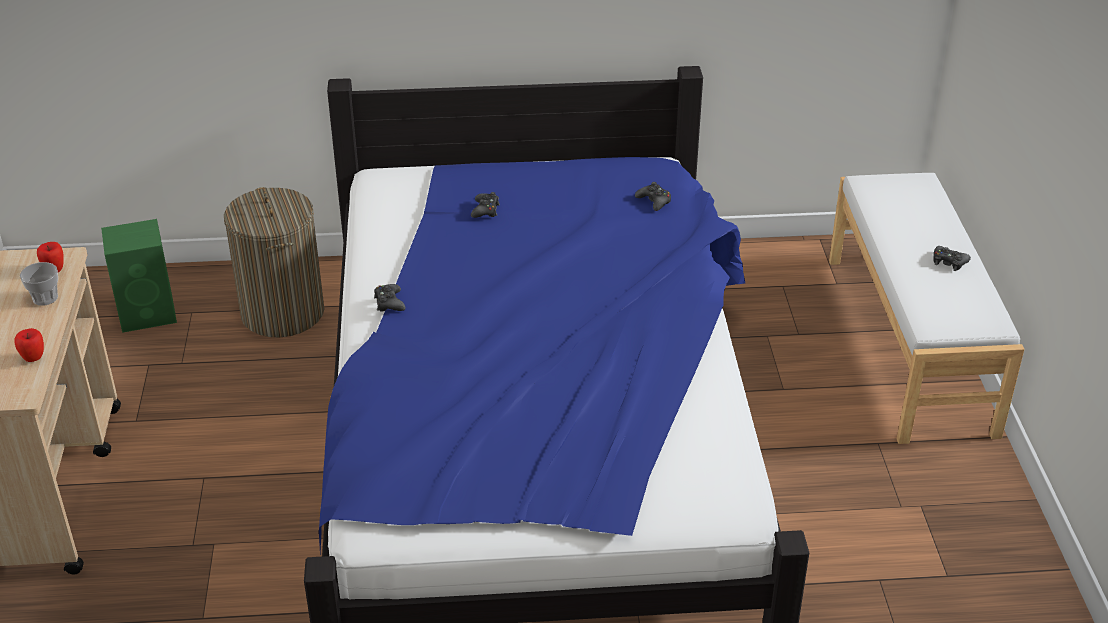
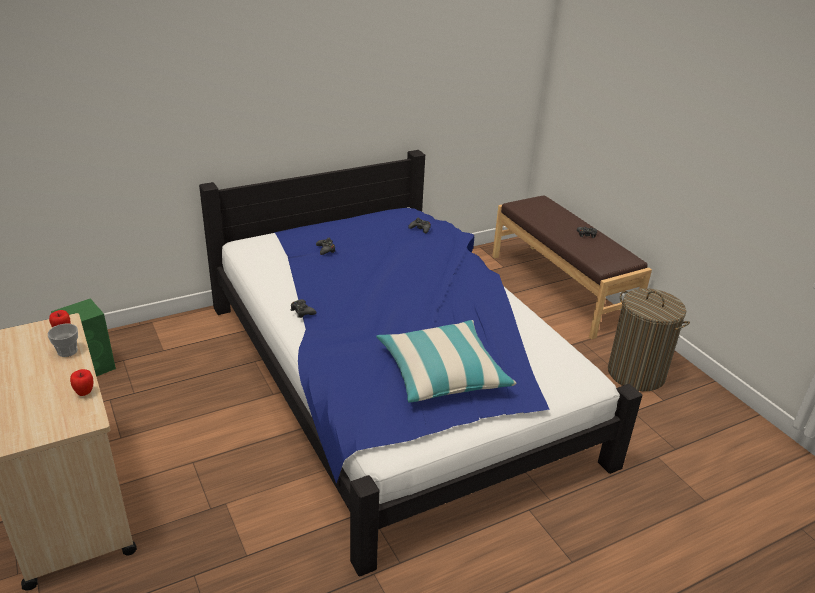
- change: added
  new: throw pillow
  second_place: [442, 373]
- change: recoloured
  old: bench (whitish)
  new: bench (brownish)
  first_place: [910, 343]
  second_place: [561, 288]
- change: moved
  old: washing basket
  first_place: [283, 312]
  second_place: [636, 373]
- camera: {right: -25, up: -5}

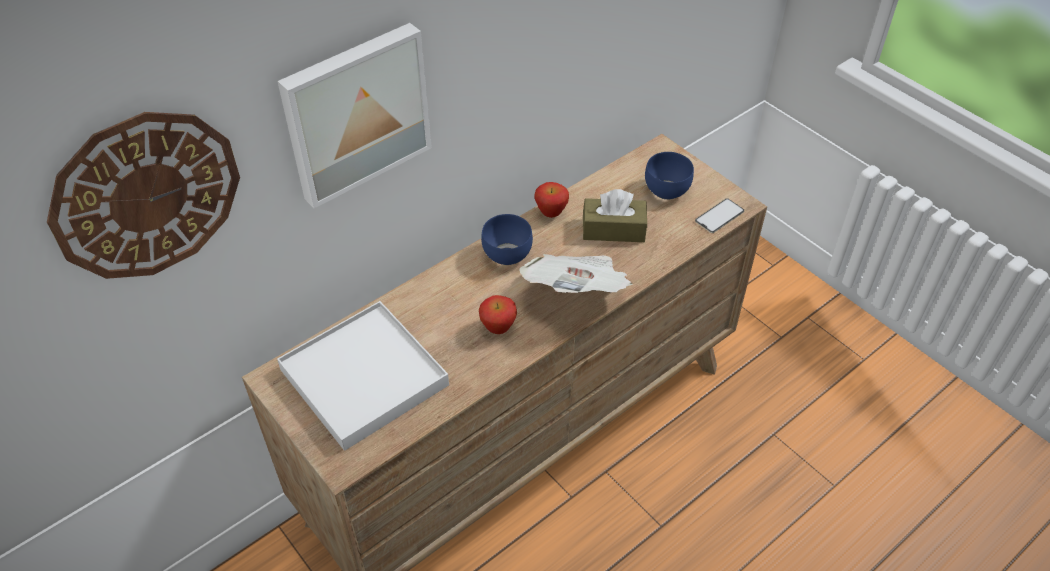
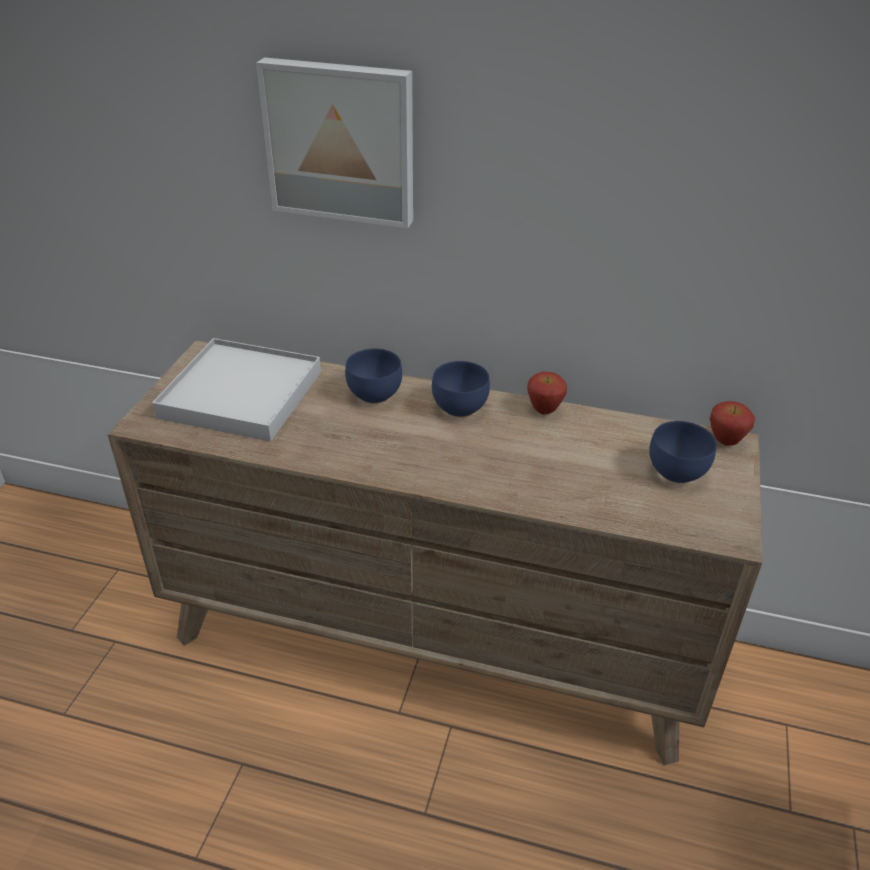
- change: added
  new: serving bowl (blue-coloured)
  second_place: [376, 395]
- change: moved
  old: apple
  first_place: [498, 329]
  second_place: [725, 442]
- change: removed
  old: clock on the wall
  first_place: [147, 196]
- change: removed
  old: daily paper
  first_place: [577, 292]
- change: removed
  old: tissue box (brownish)
  first_place: [613, 230]
- change: removed
  old: handset
  first_place: [719, 216]
- camera: {right: 55, up: -10}

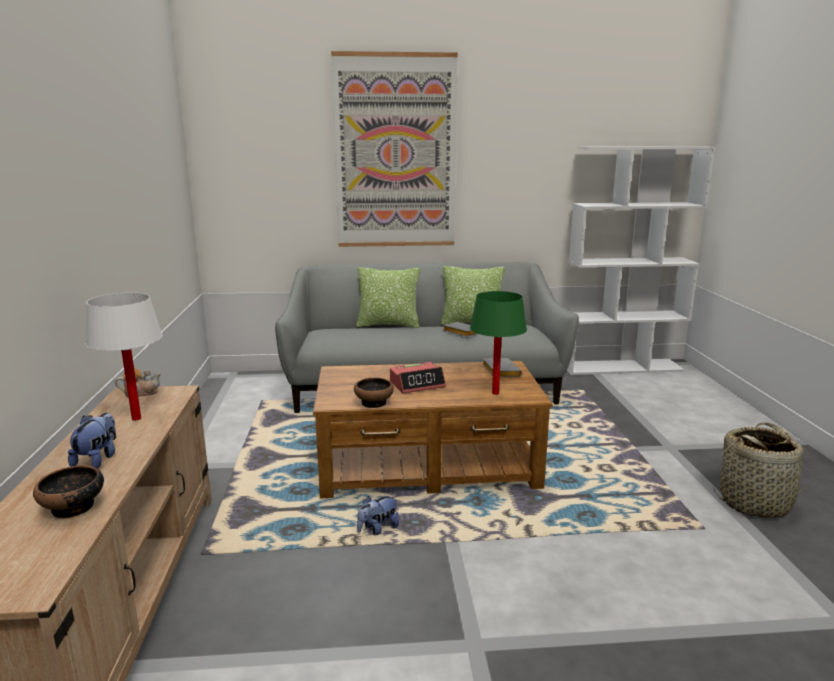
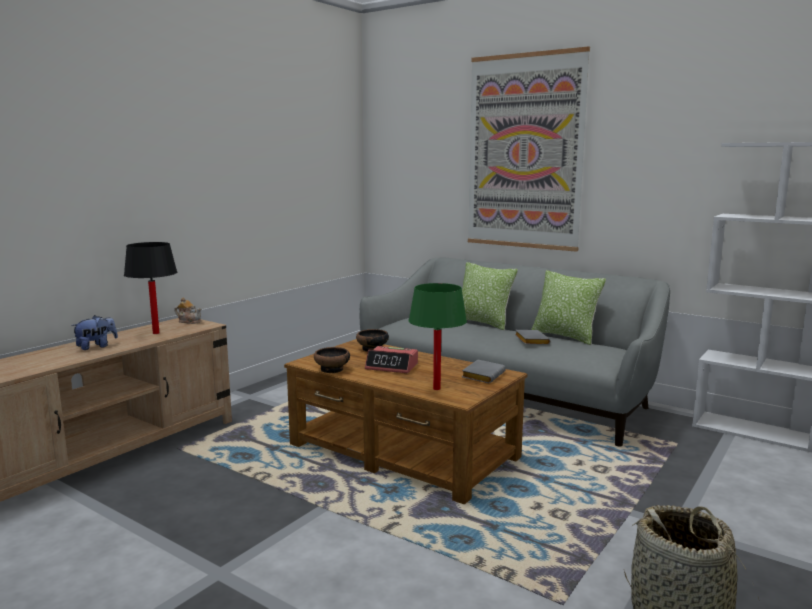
- change: recoloured
  old: lamp for a table (whitish)
  new: lamp for a table (blackish)
  first_place: [136, 418]
  second_place: [156, 333]
- change: moved
  old: serving bowl
  first_place: [73, 507]
  second_place: [372, 349]
- change: removed
  old: soft toy
  first_place: [378, 529]
- camera: {right: 40, up: -5}

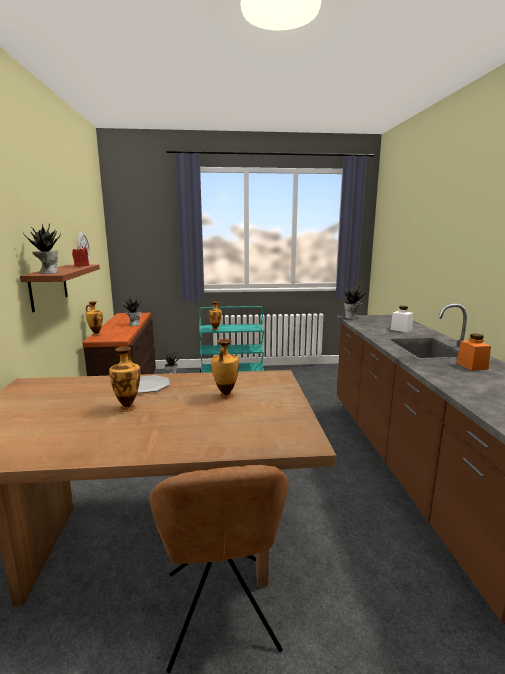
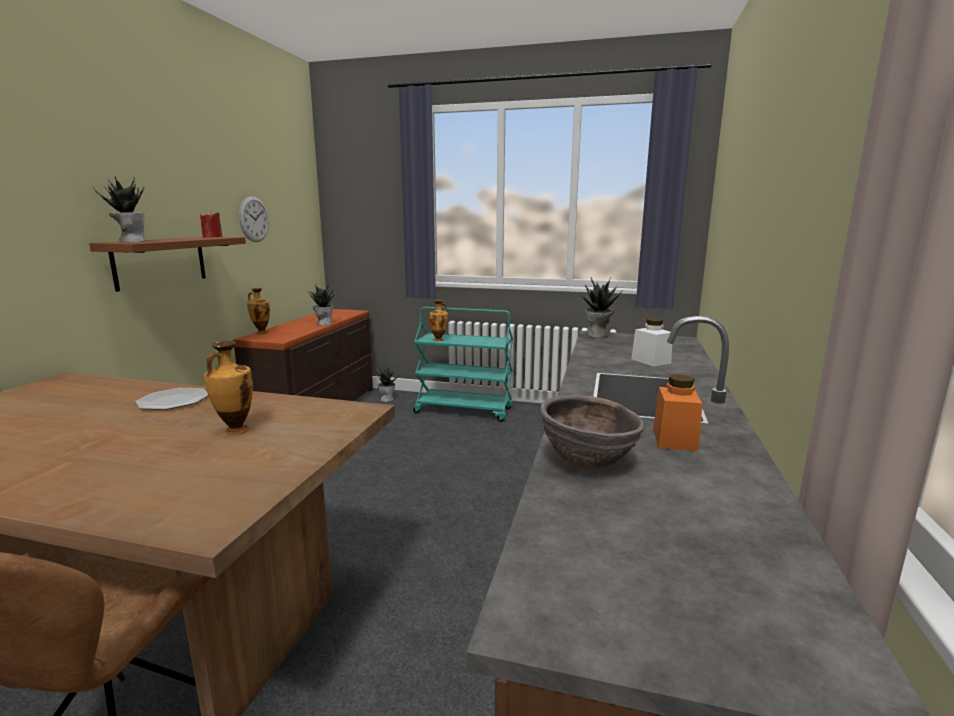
- change: added
  new: serving bowl (brownish)
  second_place: [588, 465]
- change: removed
  old: vase
  first_place: [128, 407]
- camera: {right: 20, up: 0}

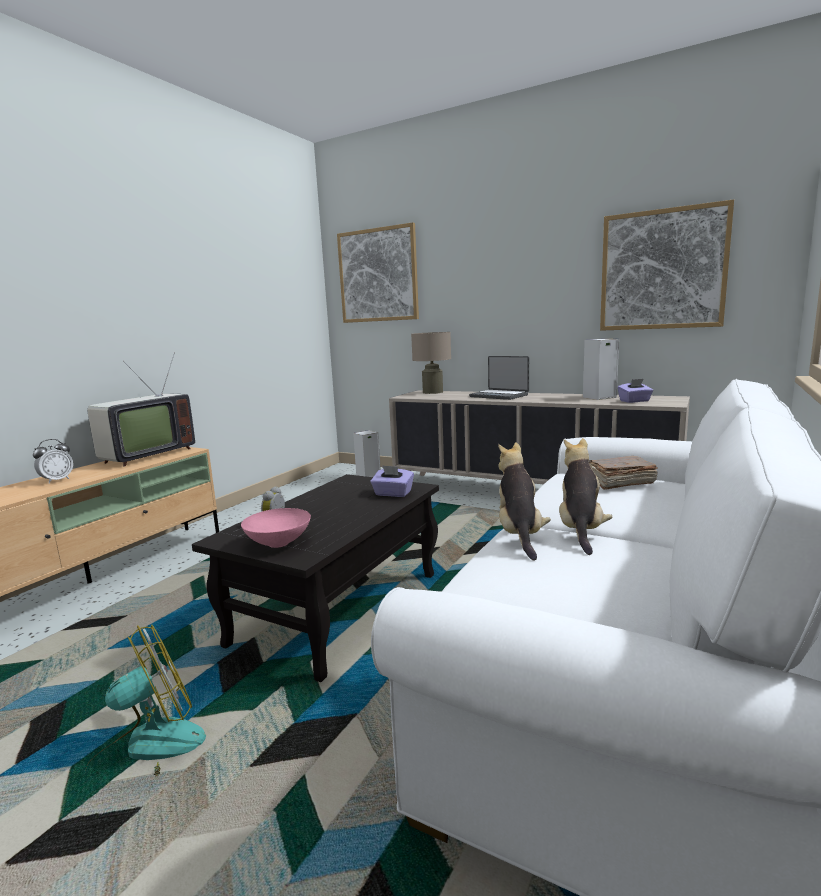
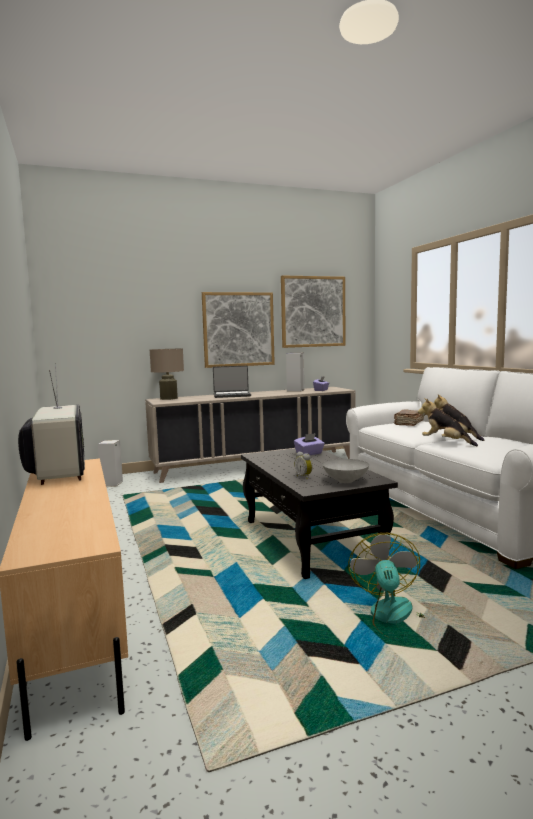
- change: moved
  old: wall picture
  first_place: [378, 275]
  second_place: [238, 329]
- change: recoloured
  old: serving bowl (pink)
  new: serving bowl (gray)
  first_place: [277, 543]
  second_place: [345, 481]
- change: removed
  old: bedside clock
  first_place: [57, 480]
- camera: {right: -50, up: -5}

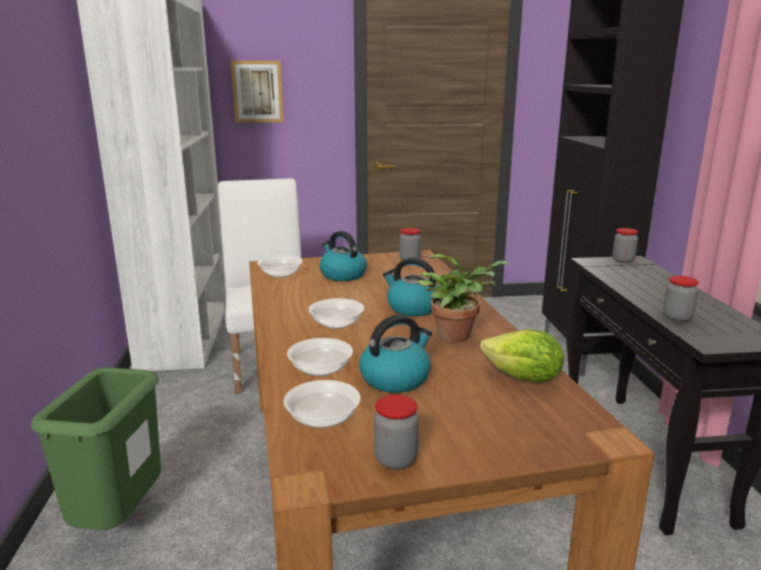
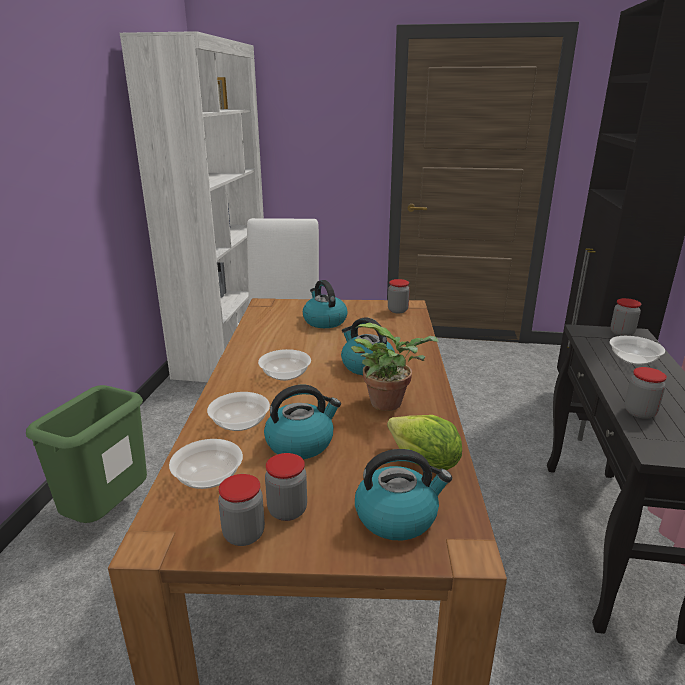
- change: added
  new: jar
  second_place: [287, 510]
- change: added
  new: kettle
  second_place: [397, 516]
- change: moved
  old: serving bowl
  first_place: [281, 274]
  second_place: [633, 360]
- change: removed
  old: wall picture
  first_place: [257, 91]
- camera: {right: 15, up: 5}

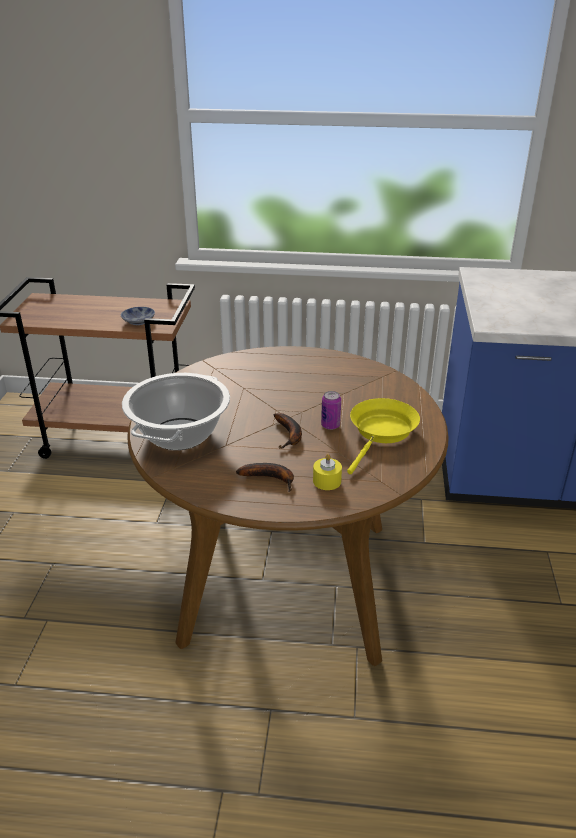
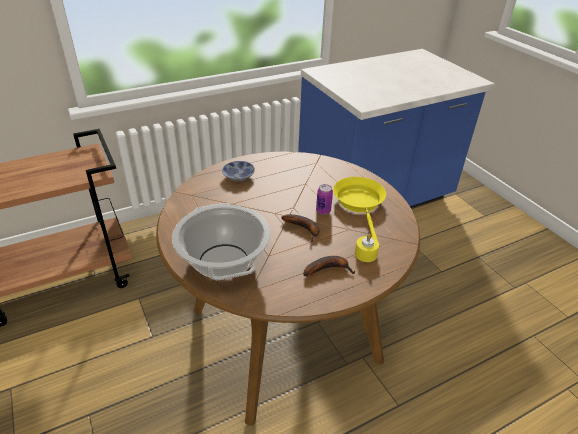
- change: moved
  old: serving bowl
  first_place: [139, 321]
  second_place: [239, 175]
- camera: {right: -35, up: 5}

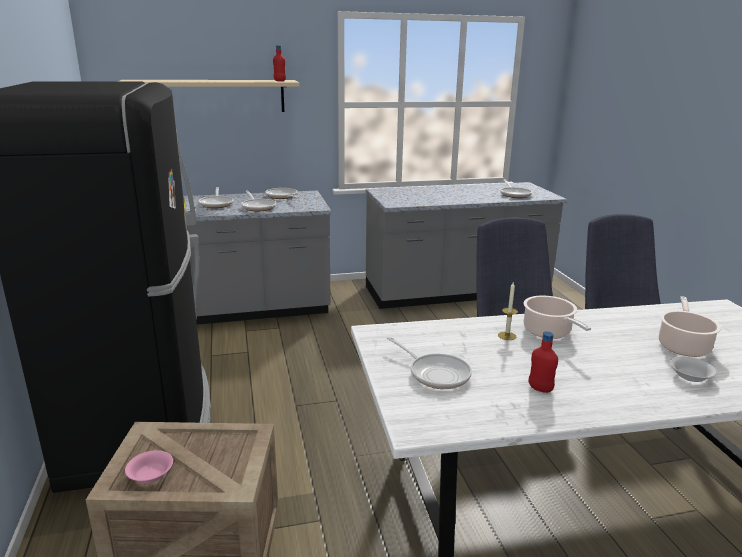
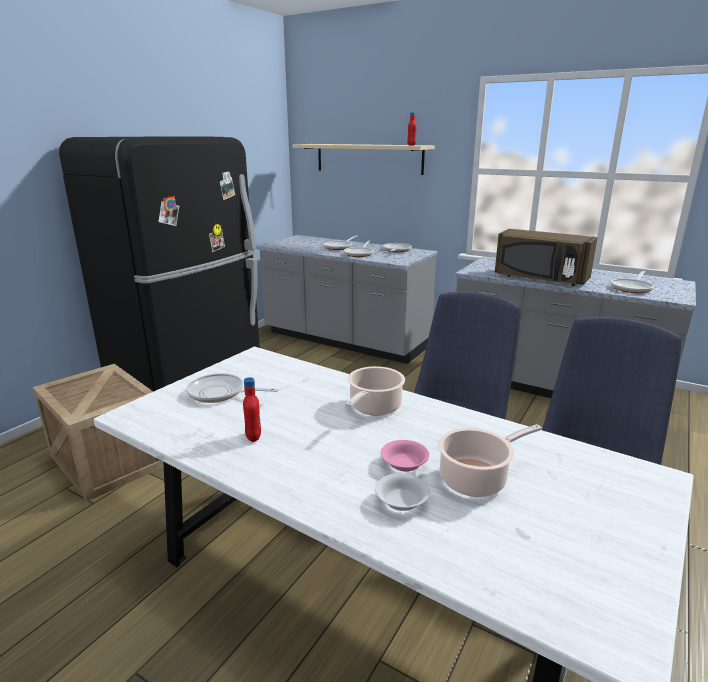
- change: turned
  old: skillet
  first_place: [435, 373]
  second_place: [220, 393]
  degrees: 105
- change: moved
  old: serving bowl (pink)
  first_place: [151, 475]
  second_place: [404, 465]
- change: added
  new: microwave (brownish)
  second_place: [540, 278]
- change: removed
  old: candle
  first_place: [507, 336]
- camera: {right: 45, up: 0}

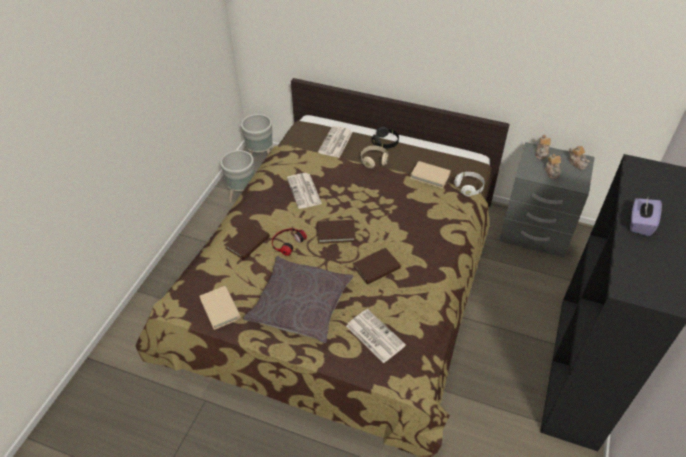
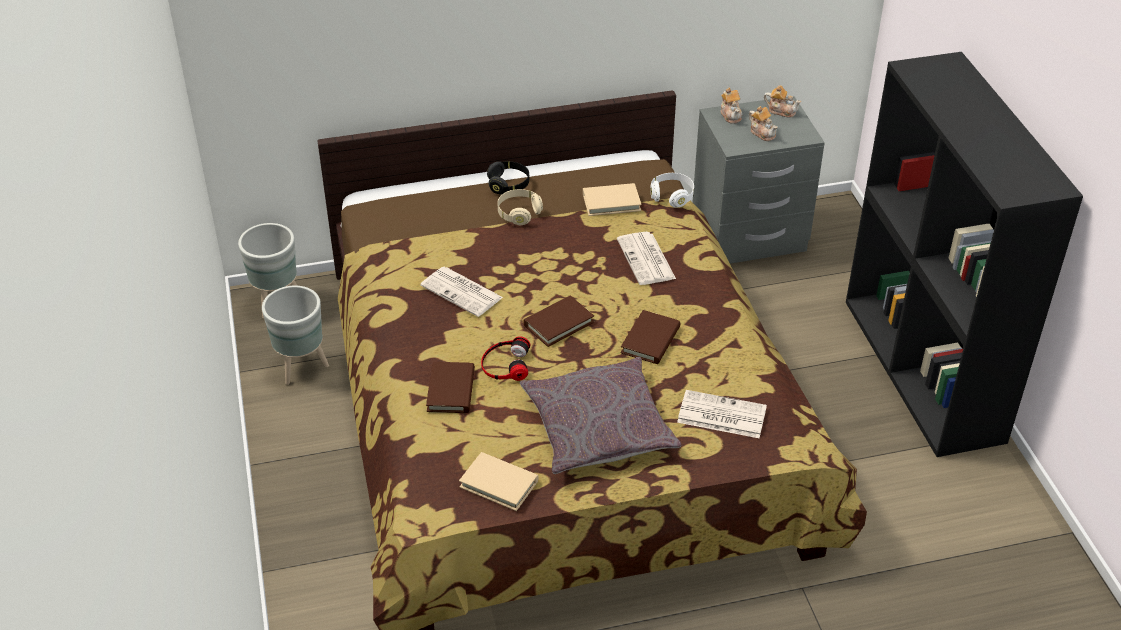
- change: moved
  old: daily paper
  first_place: [335, 142]
  second_place: [647, 260]
- change: removed
  old: tissue box (purplish)
  first_place: [640, 224]
- camera: {right: -35, up: -5}

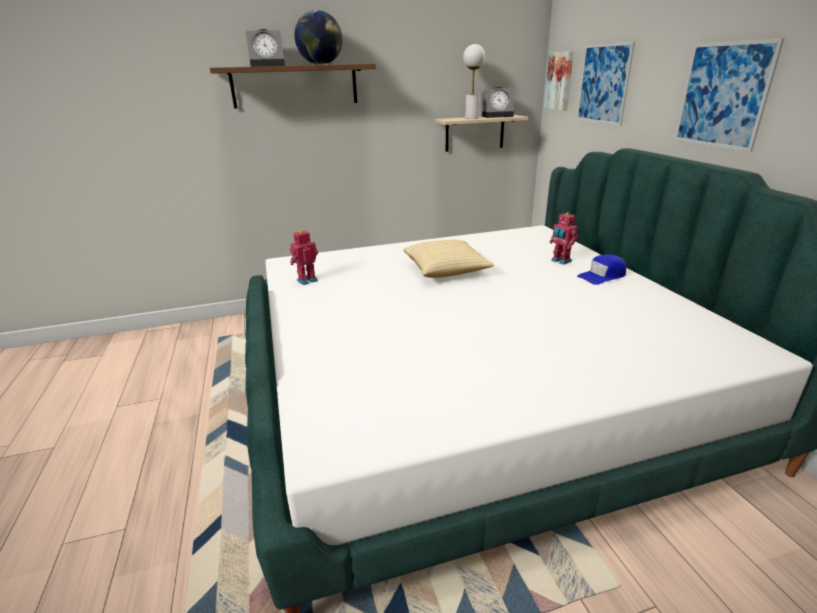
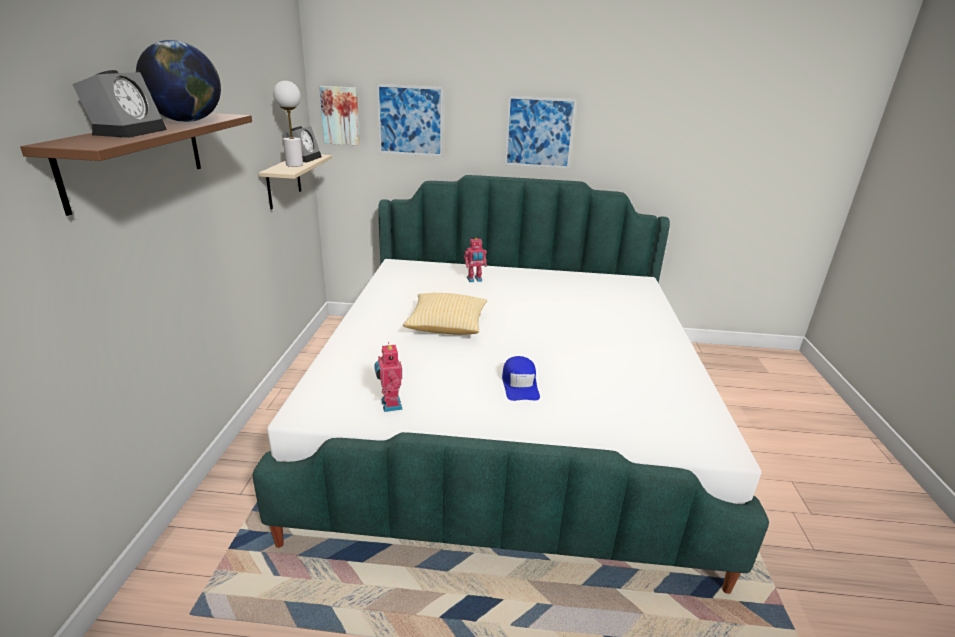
- change: moved
  old: baseball cap (blue-coloured)
  first_place: [602, 276]
  second_place: [520, 384]
- camera: {right: -70, up: 0}

